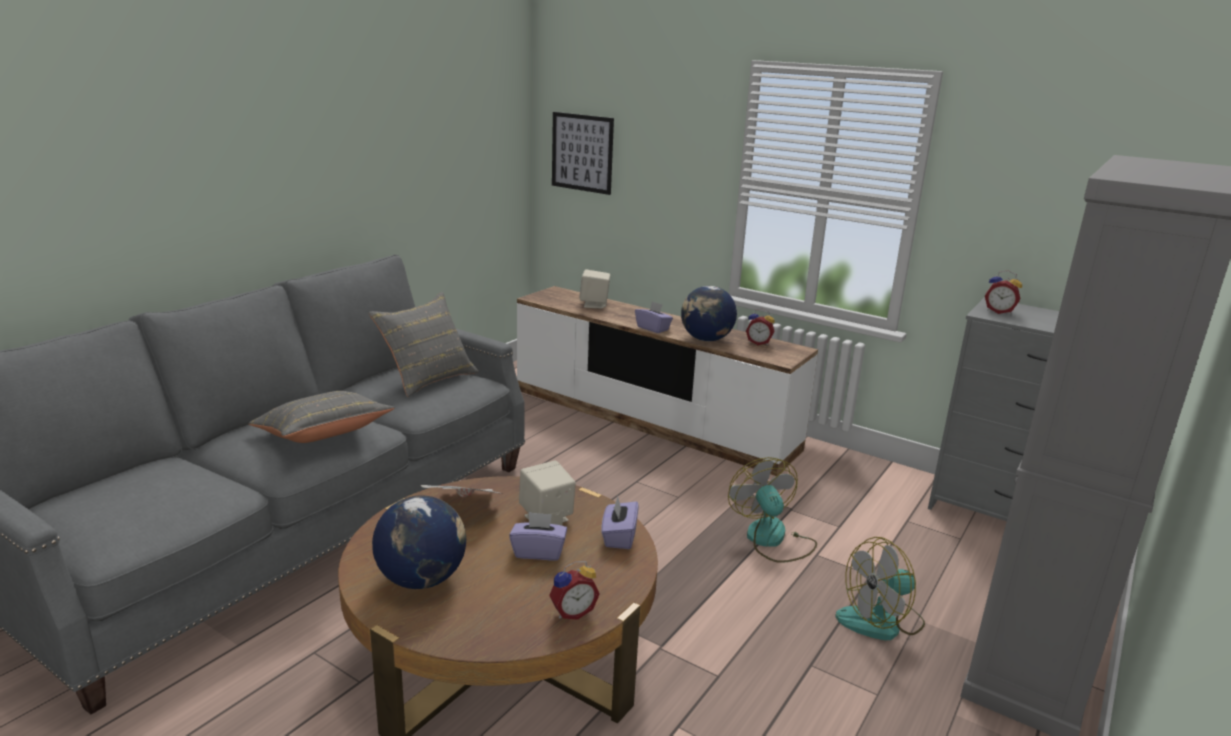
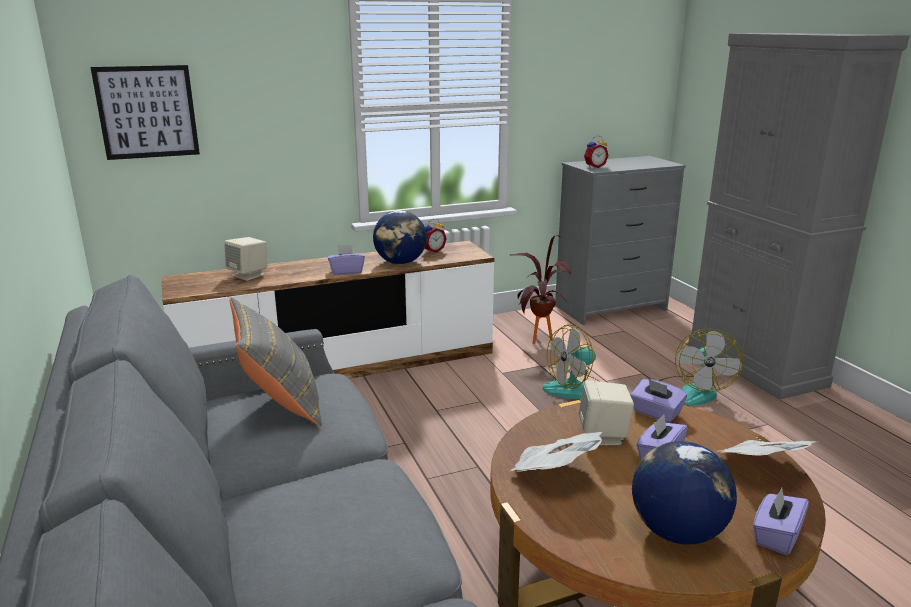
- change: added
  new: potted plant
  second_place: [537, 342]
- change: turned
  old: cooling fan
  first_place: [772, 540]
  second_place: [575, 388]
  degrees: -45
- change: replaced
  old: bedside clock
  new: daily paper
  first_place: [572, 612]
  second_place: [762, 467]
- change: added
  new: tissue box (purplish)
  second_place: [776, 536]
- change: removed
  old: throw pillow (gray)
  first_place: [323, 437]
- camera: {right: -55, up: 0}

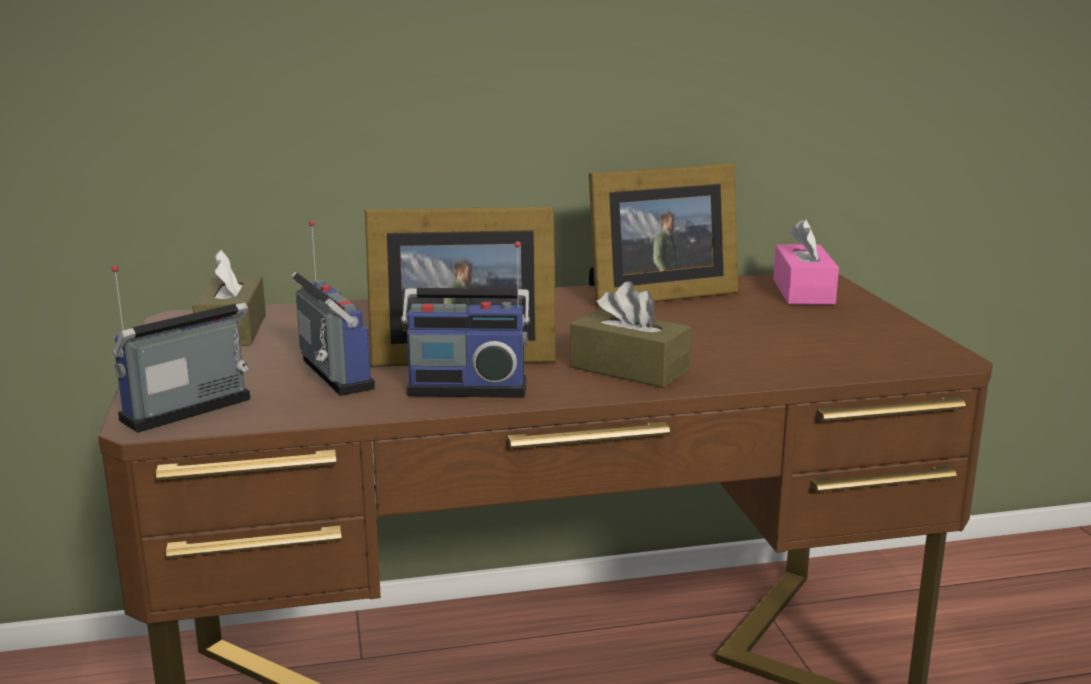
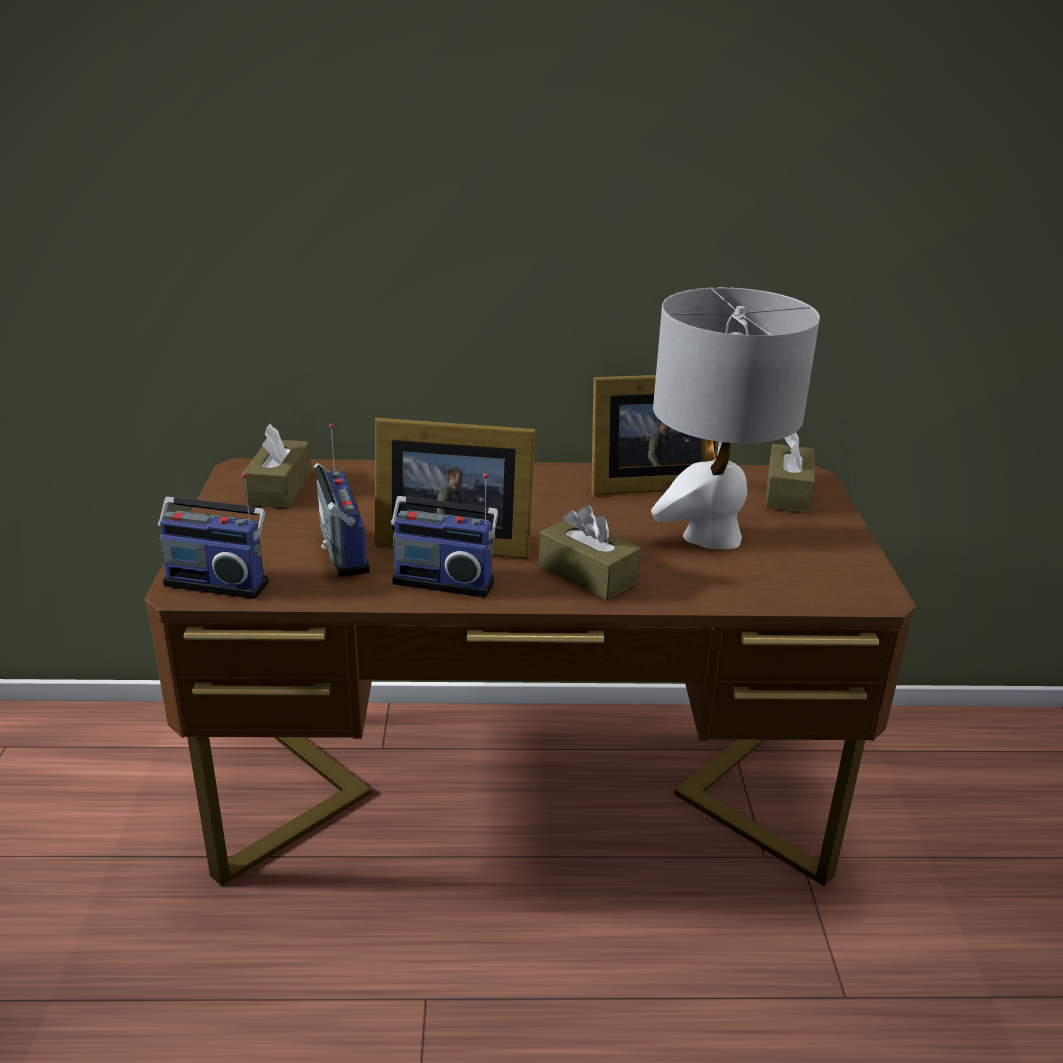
- change: turned
  old: radio
  first_place: [190, 412]
  second_place: [219, 581]
  degrees: -135
- change: added
  new: lamp for a table (gray)
  second_place: [712, 536]
- change: recoloured
  old: tissue box (pink)
  new: tissue box (brownish)
  first_place: [803, 292]
  second_place: [787, 493]
- camera: {right: 10, up: 10}

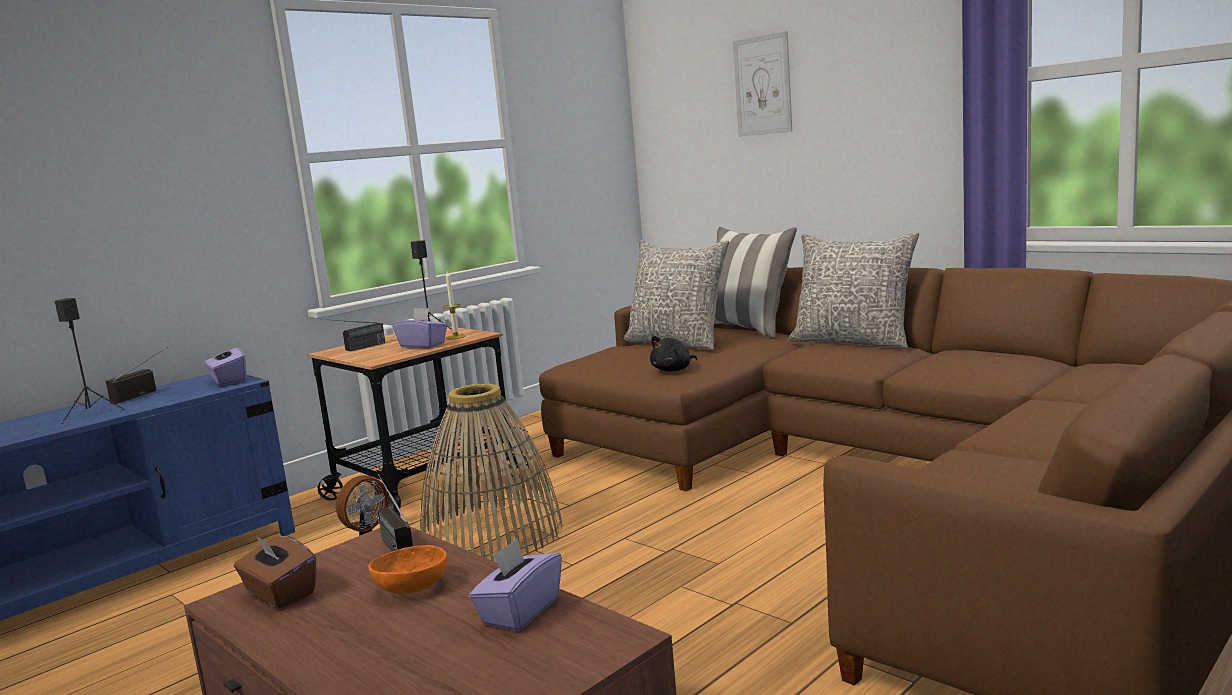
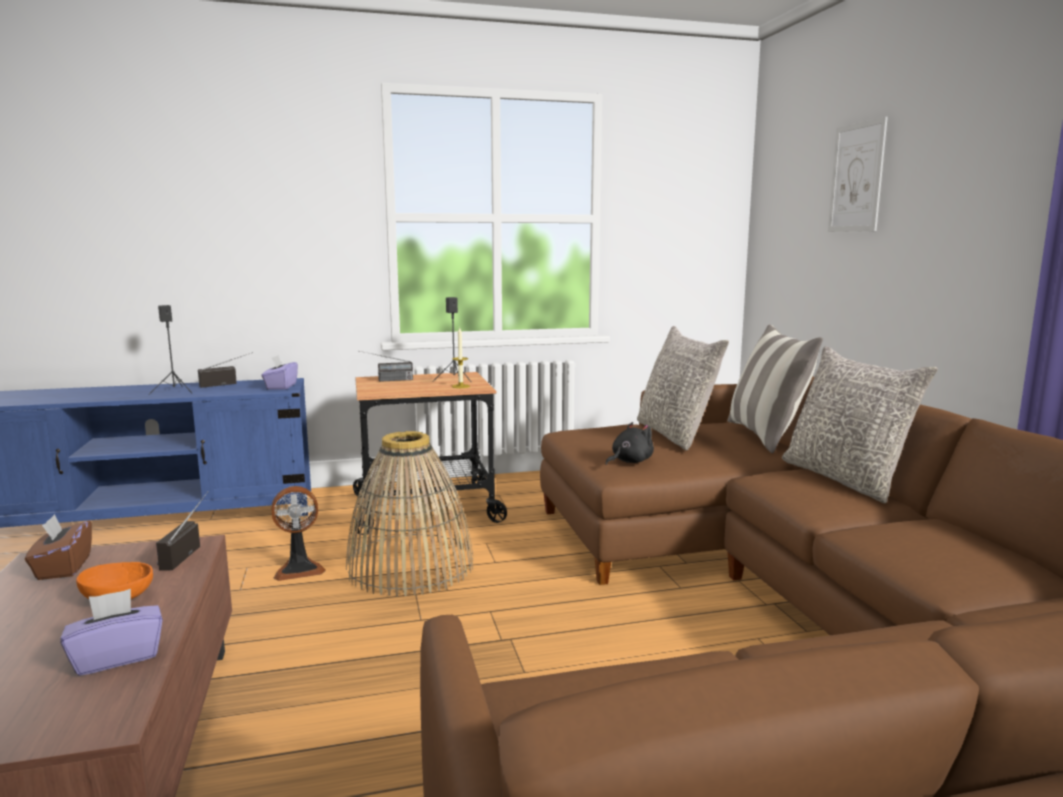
- change: turned
  old: soft toy (blackish)
  first_place: [673, 370]
  second_place: [629, 461]
  degrees: 150
- change: removed
  old: tissue box (purplish)
  first_place: [423, 345]
- camera: {right: 30, up: 0}

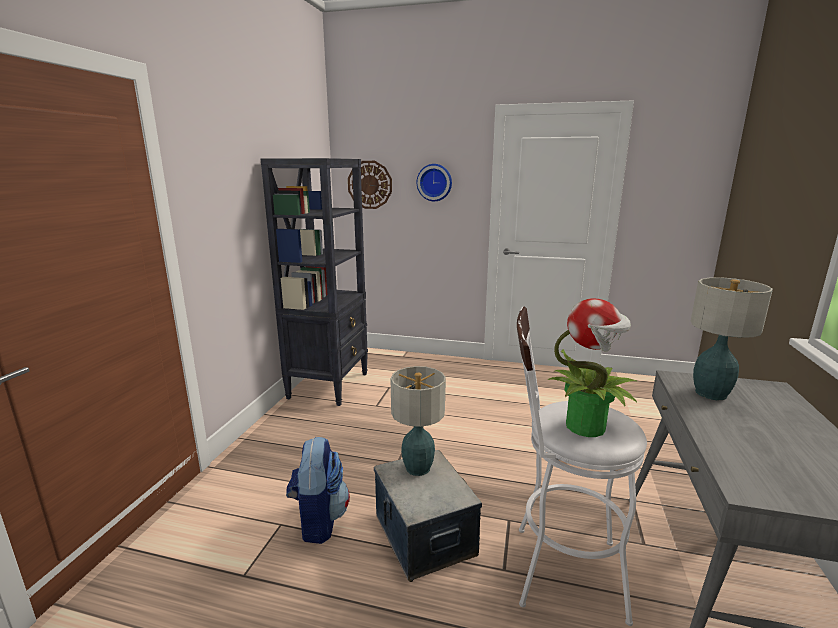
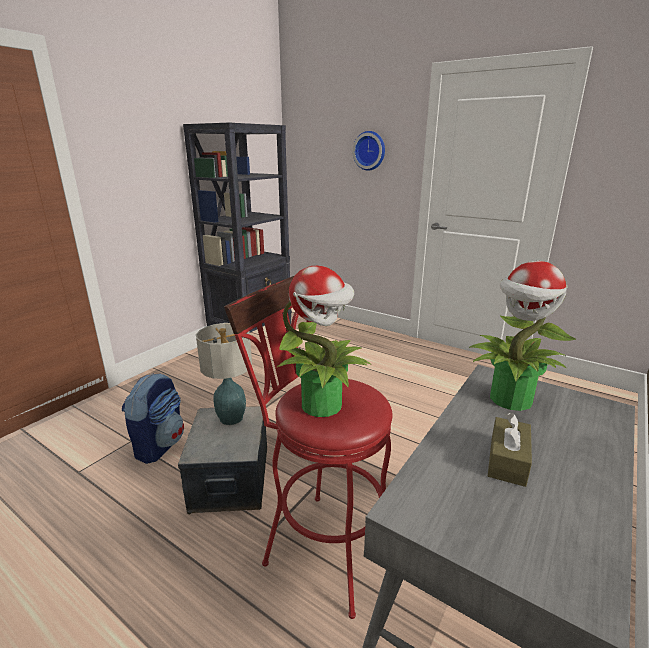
- change: recoloured
  old: sitting stool (whitish)
  new: sitting stool (red-coloured)
  first_place: [557, 570]
  second_place: [321, 544]
- change: replaced
  old: lamp for a table
  new: potted plant
  first_place: [711, 393]
  second_place: [510, 400]
- change: added
  new: tissue box (brownish)
  second_place: [507, 460]
- change: removed
  old: clock on the wall
  first_place: [370, 185]
- camera: {right: 20, up: 5}

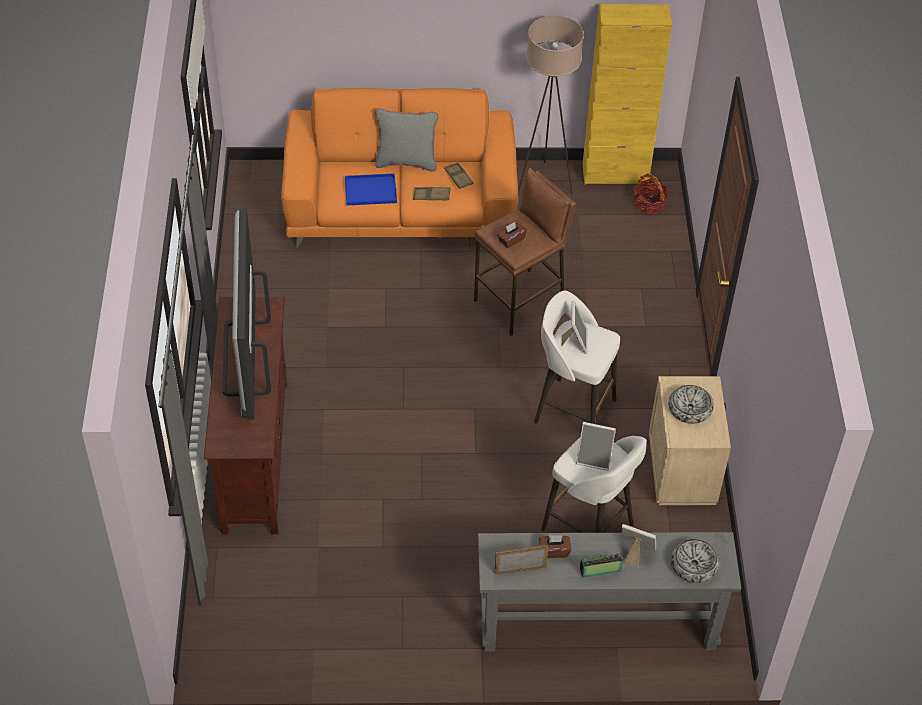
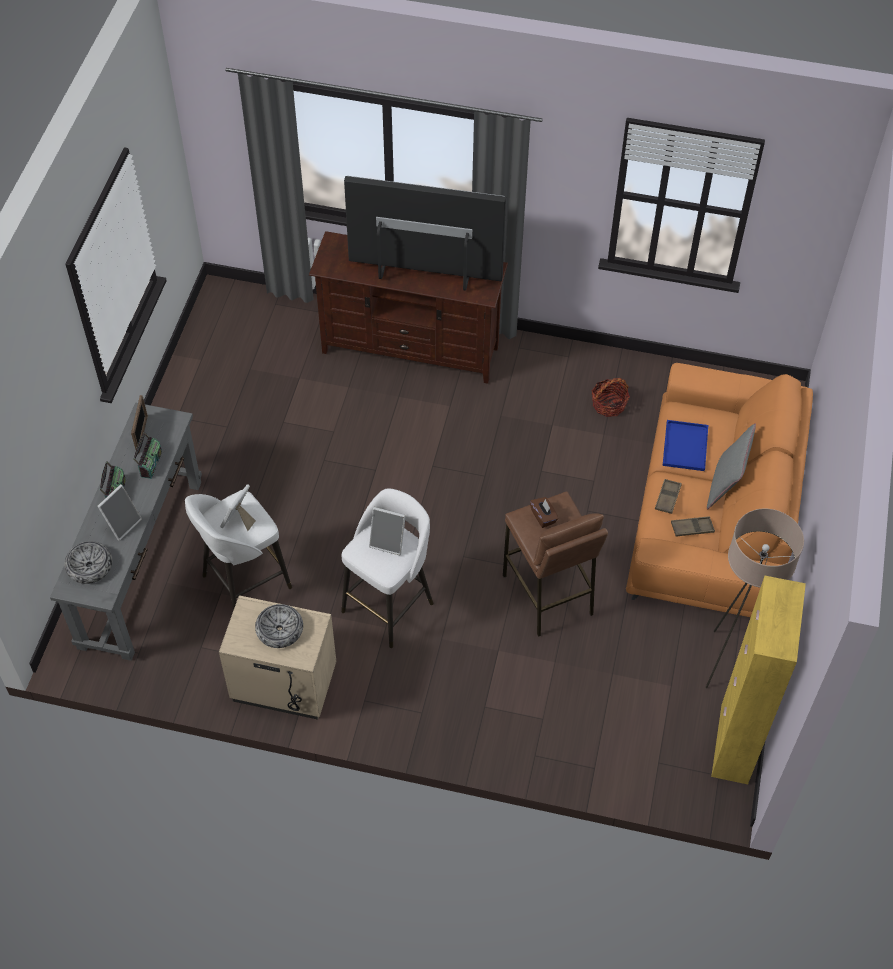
- change: replaced
  old: tissue box (brownish)
  new: radio
  first_place: [554, 551]
  second_place: [150, 463]
- change: moved
  old: household basket
  first_place: [649, 203]
  second_place: [608, 404]
- camera: {right: 105, up: 5}

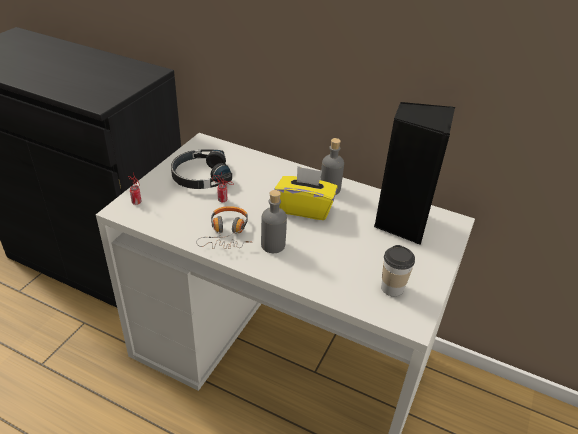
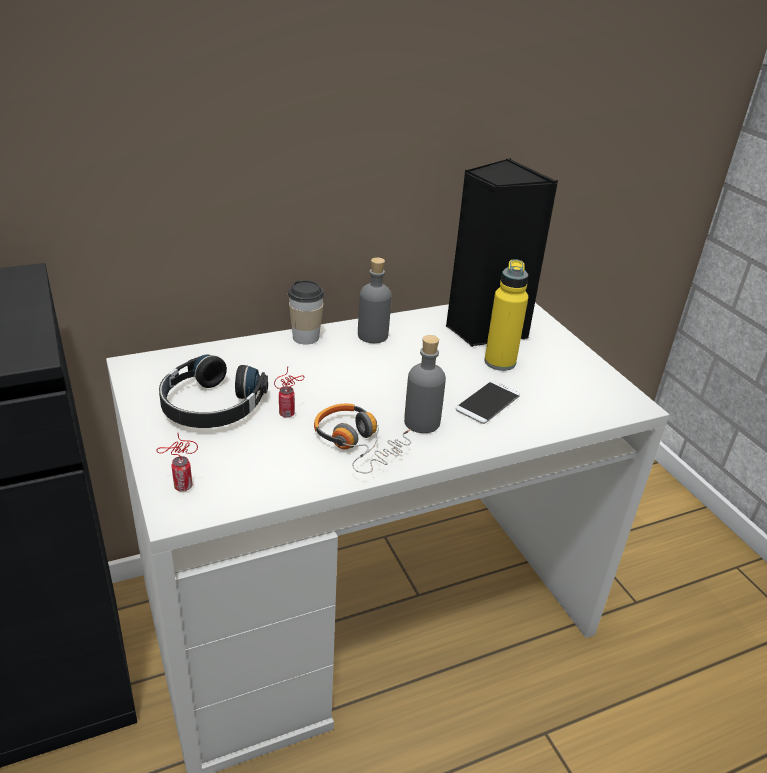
- change: moved
  old: small cup
  first_place: [392, 288]
  second_place: [306, 337]
- change: added
  new: handset
  second_place: [488, 403]
- change: added
  new: beverage bottle (yellow-coloured)
  second_place: [500, 362]
- change: removed
  old: tissue box (yellow-coloured)
  first_place: [305, 208]
- camera: {right: -50, up: -5}

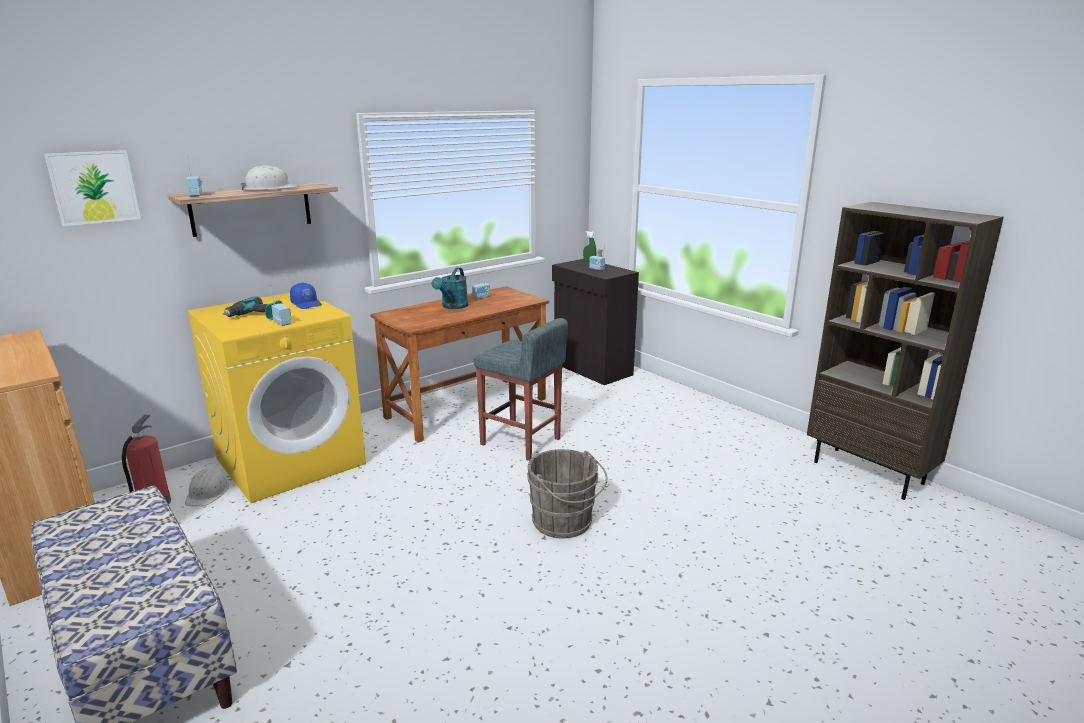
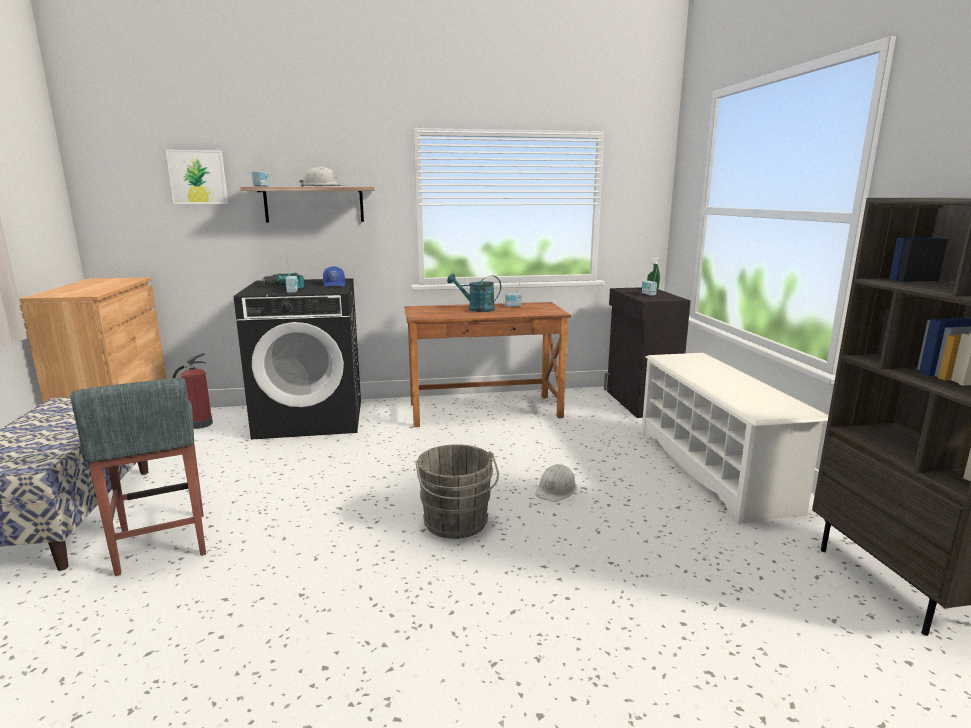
- change: moved
  old: sitting stool (gray)
  first_place: [521, 442]
  second_place: [162, 543]
- change: recoloured
  old: laundry appliance (yellow-coloured)
  new: laundry appliance (blackish)
  first_place: [291, 461]
  second_place: [311, 418]
- change: turned
  old: watering pot (blue-green)
  first_place: [453, 307]
  second_place: [476, 309]
  degrees: 60
- change: moved
  old: work helmet (whitish)
  first_place: [208, 493]
  second_place: [556, 489]
- change: added
  new: shoe stand (whitish)
  second_place: [713, 469]
- camera: {right: 30, up: -5}

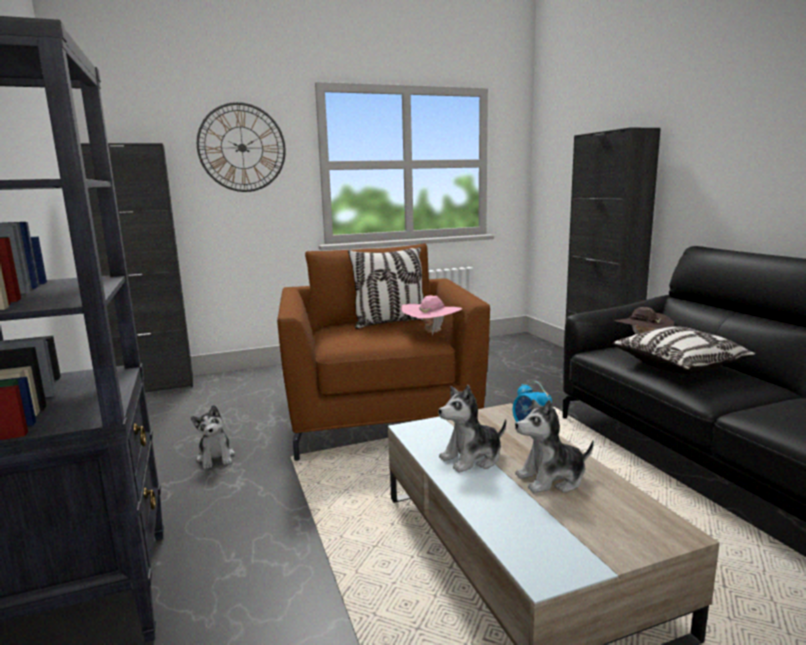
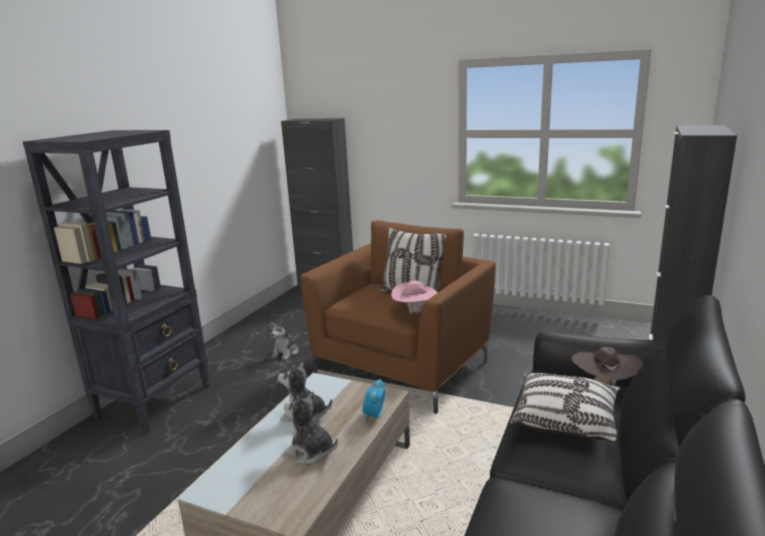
- change: removed
  old: clock on the wall
  first_place: [242, 148]
- camera: {right: 45, up: 5}

